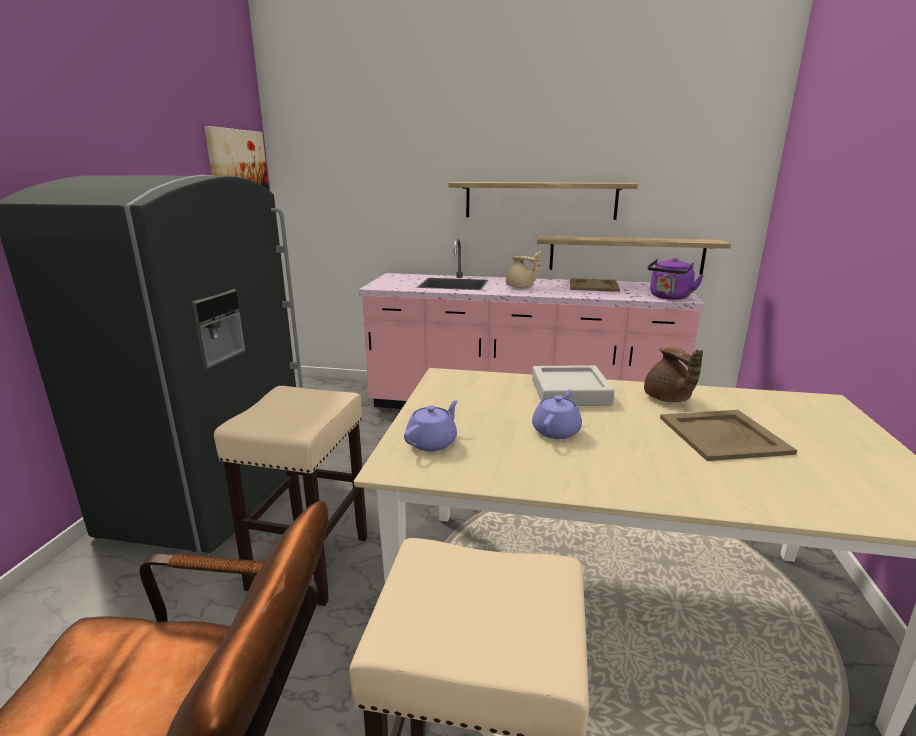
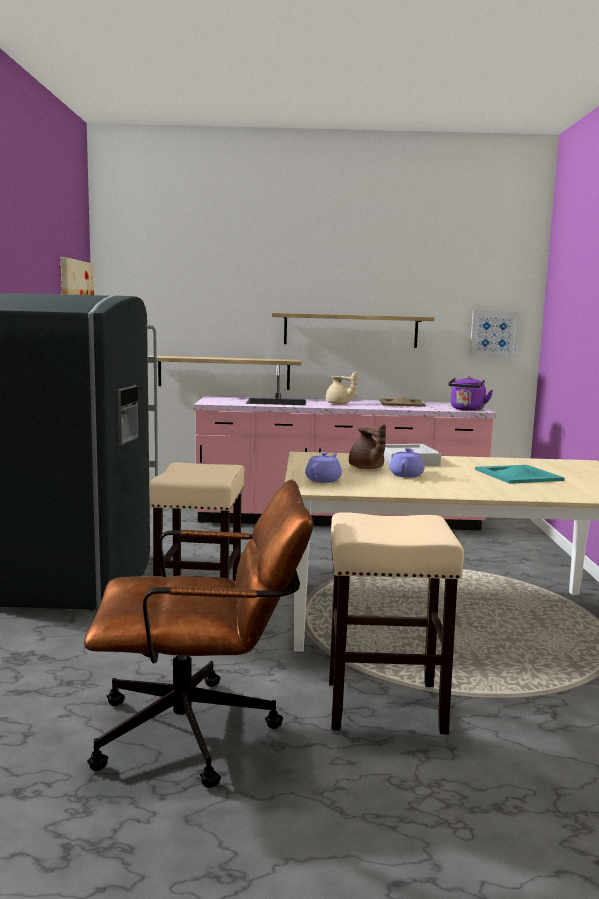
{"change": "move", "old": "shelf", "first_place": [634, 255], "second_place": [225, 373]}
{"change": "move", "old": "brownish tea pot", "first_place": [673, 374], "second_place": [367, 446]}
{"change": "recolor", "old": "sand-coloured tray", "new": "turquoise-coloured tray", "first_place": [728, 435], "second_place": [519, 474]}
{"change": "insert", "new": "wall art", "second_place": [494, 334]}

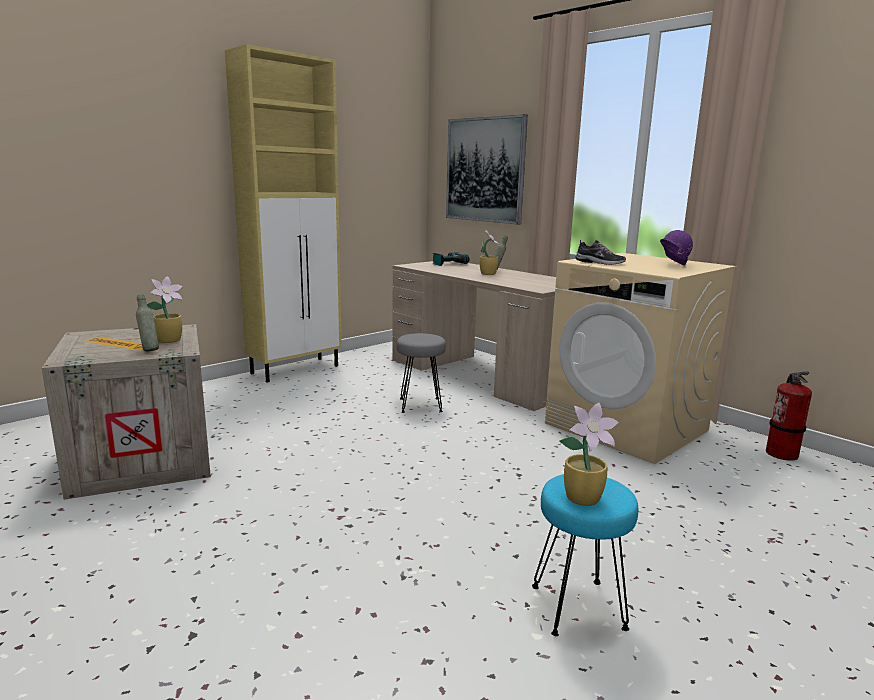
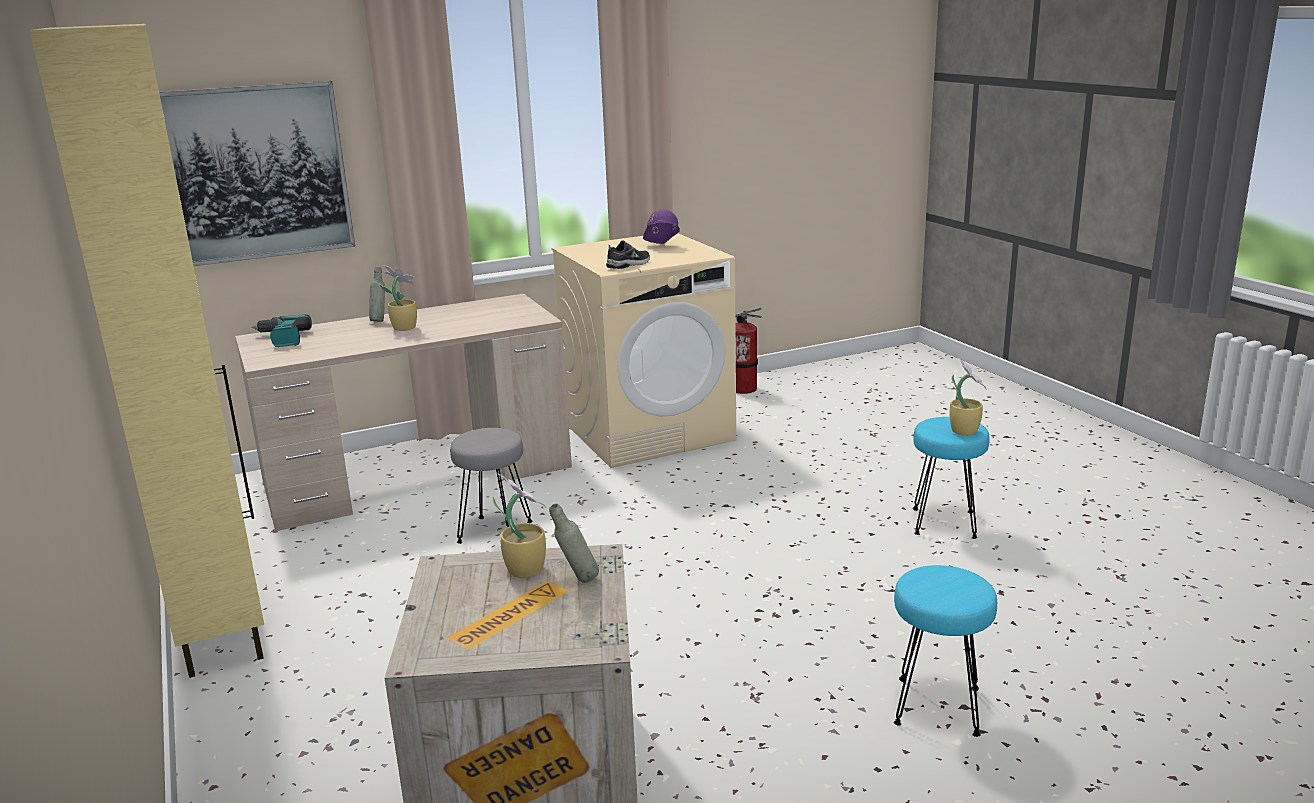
{"change": "insert", "new": "turquoise-coloured stool seat", "second_place": [945, 651]}

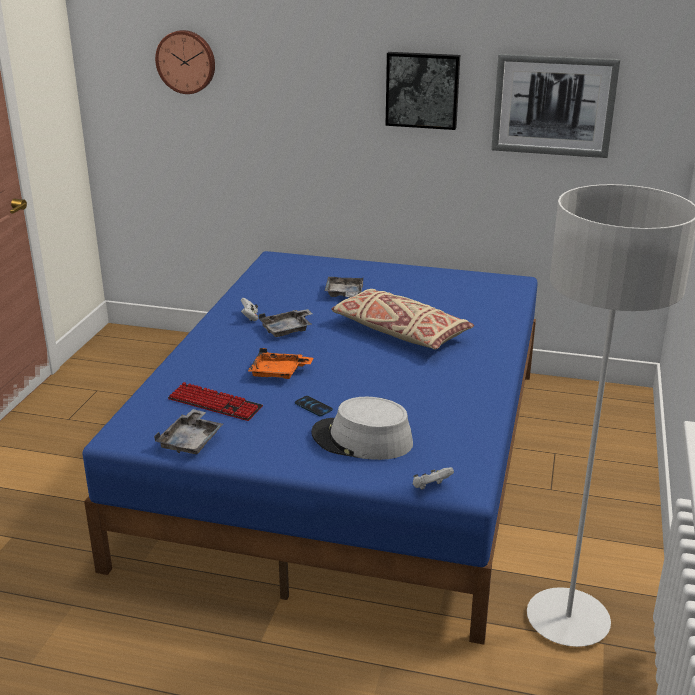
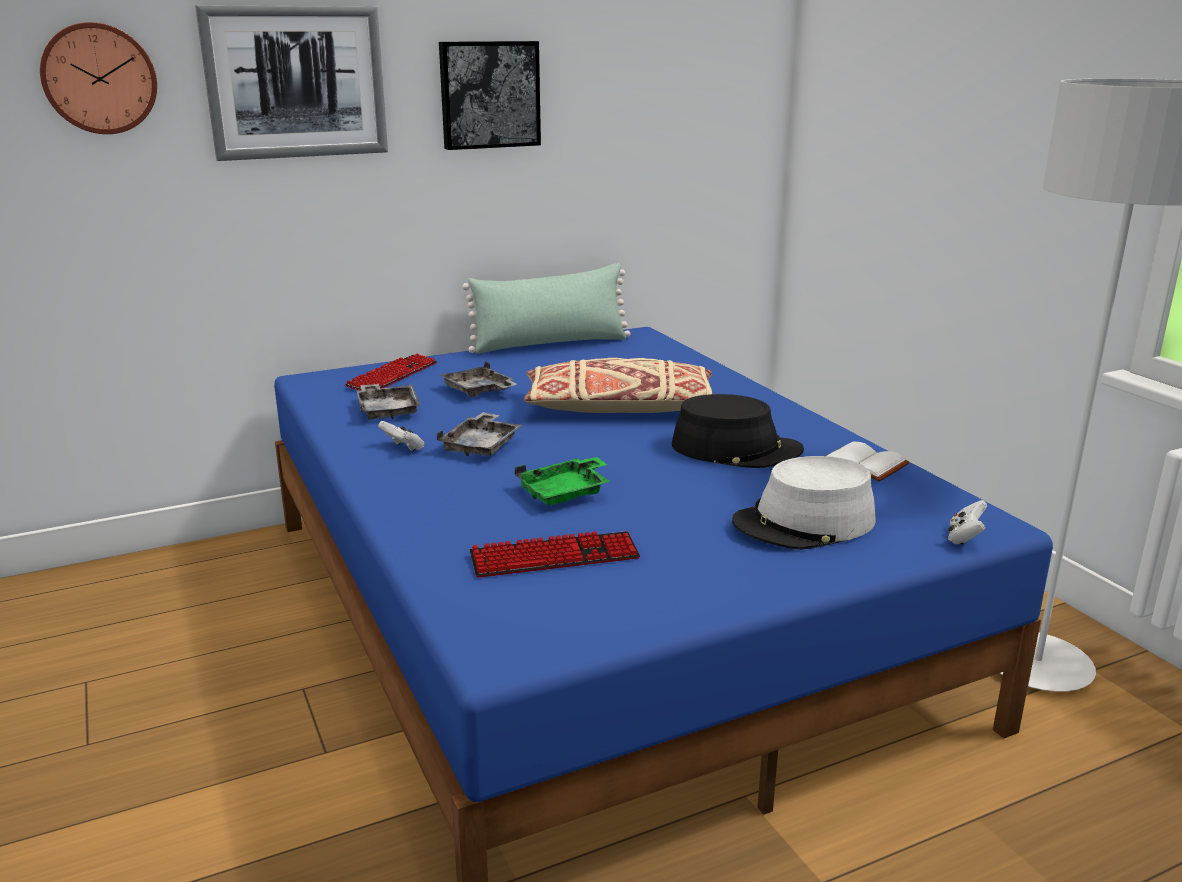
{"change": "move", "old": "wall art", "first_place": [555, 106], "second_place": [291, 83]}
{"change": "recolor", "old": "orange-coloured tray", "new": "green tray", "first_place": [280, 363], "second_place": [563, 481]}
{"change": "delete", "old": "phone", "first_place": [314, 406]}
{"change": "move", "old": "gray tray", "first_place": [188, 431], "second_place": [389, 401]}
{"change": "insert", "new": "green pillow", "second_place": [546, 308]}
{"change": "insert", "new": "PC keyboard", "second_place": [391, 372]}
{"change": "insert", "new": "black-coloured hat", "second_place": [738, 431]}
{"change": "insert", "new": "white-coloured book", "second_place": [867, 461]}

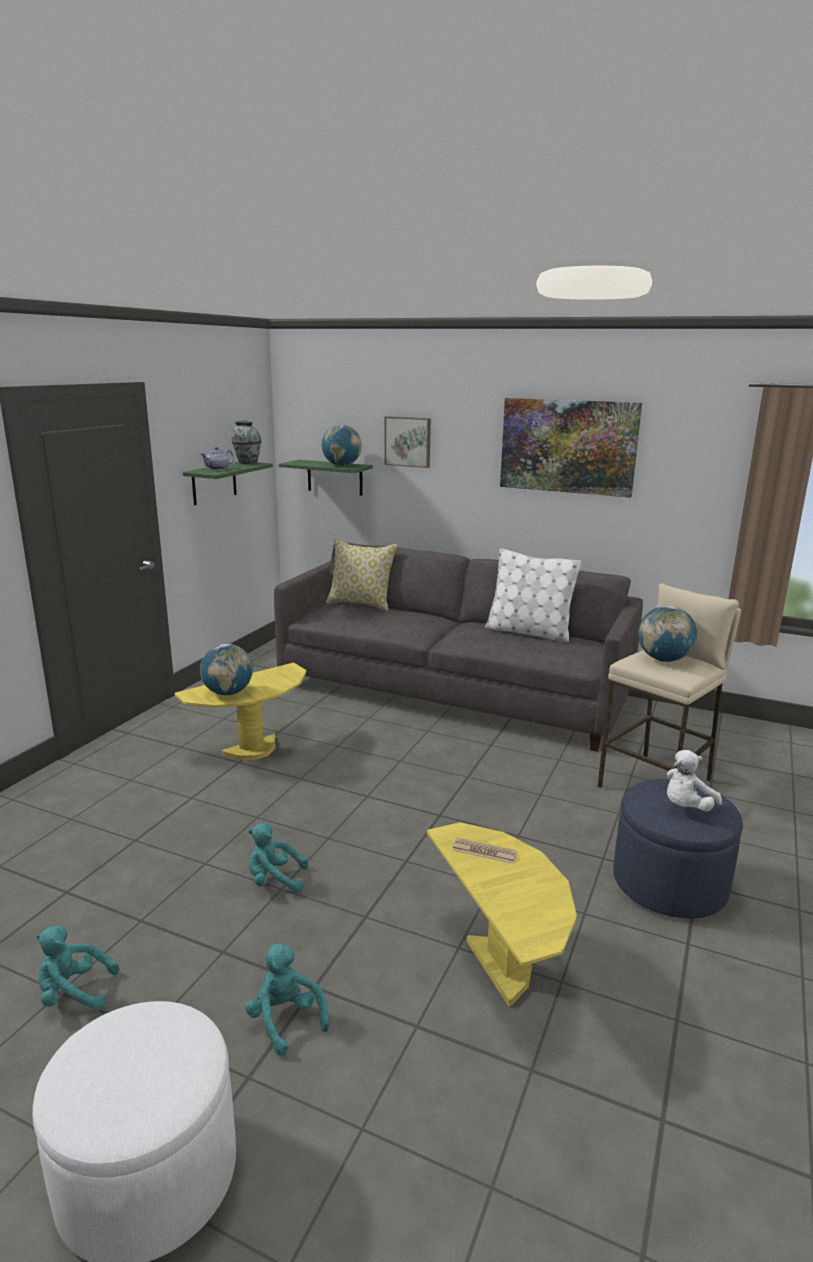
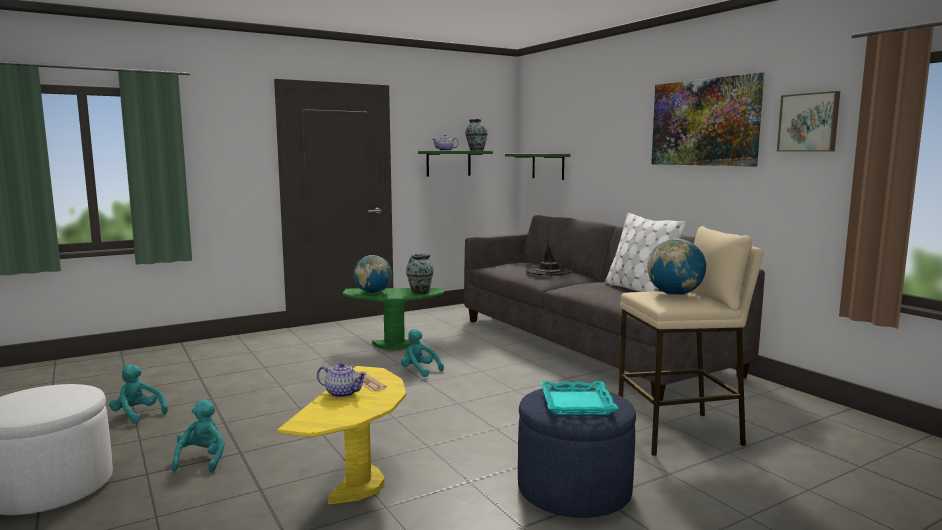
{"change": "move", "old": "wall art", "first_place": [407, 442], "second_place": [808, 121]}
{"change": "delete", "old": "world globe", "first_place": [342, 445]}
{"change": "delete", "old": "pillow", "first_place": [362, 574]}
{"change": "recolor", "old": "yellowish side table", "new": "green side table", "first_place": [240, 711], "second_place": [393, 319]}
{"change": "replace", "old": "white-coloured plush toy", "new": "turquoise-coloured tray", "first_place": [694, 780], "second_place": [580, 398]}
{"change": "move", "old": "turquoise-coloured plush toy", "first_place": [278, 858], "second_place": [422, 353]}
{"change": "insert", "new": "black-coloured hat", "second_place": [549, 259]}
{"change": "insert", "new": "decorative vase", "second_place": [420, 274]}
{"change": "insert", "new": "tea pot", "second_place": [342, 380]}

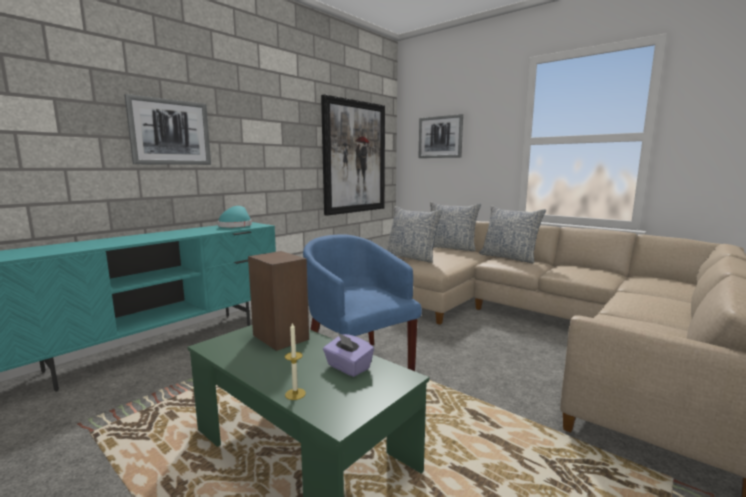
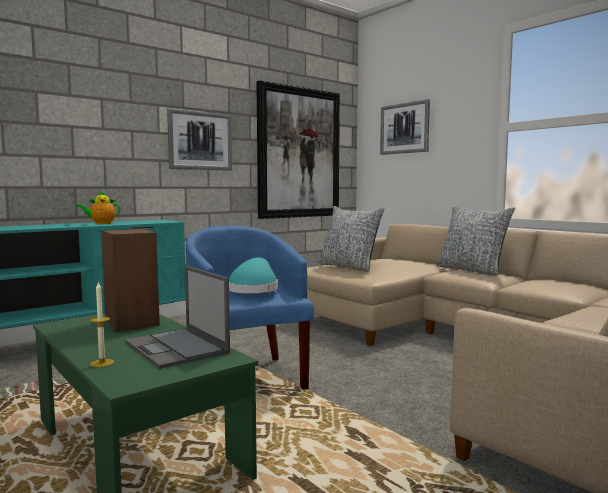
{"change": "move", "old": "wall art", "first_place": [167, 129], "second_place": [199, 139]}
{"change": "delete", "old": "pillow", "first_place": [455, 226]}
{"change": "move", "old": "turquoise-coloured hat", "first_place": [235, 216], "second_place": [253, 275]}
{"change": "replace", "old": "purple-coloured box of tissues", "new": "laptop", "first_place": [348, 355], "second_place": [177, 317]}
{"change": "insert", "new": "tea pot", "second_place": [98, 207]}

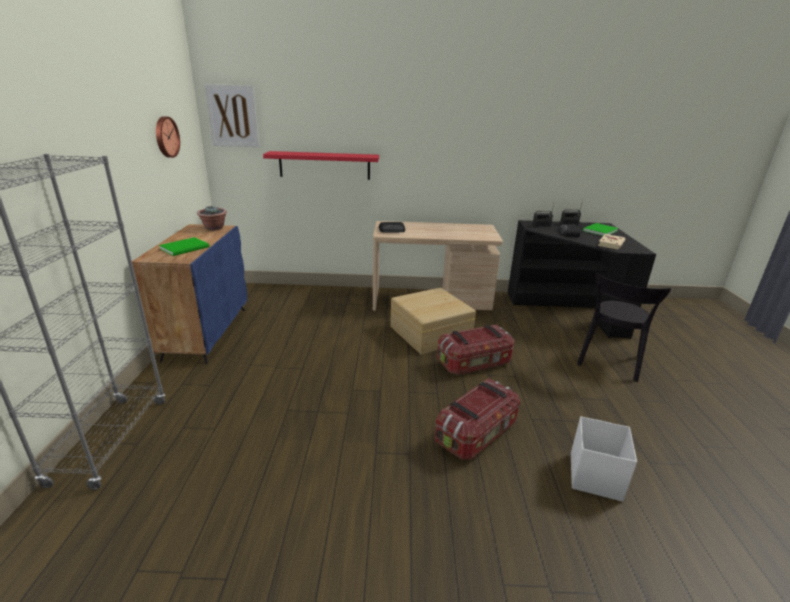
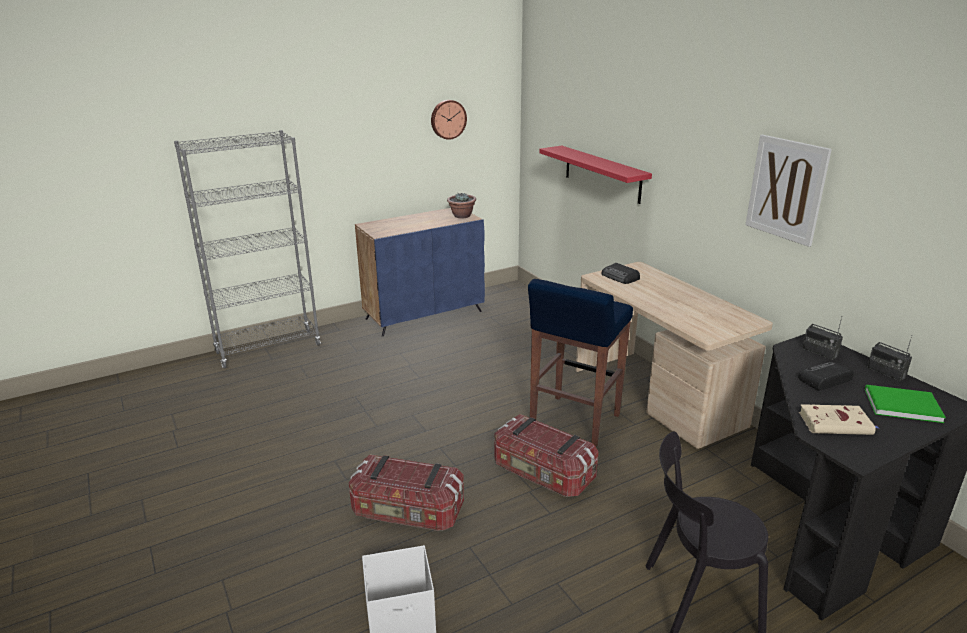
{"change": "move", "old": "wall art", "first_place": [231, 115], "second_place": [789, 190]}
{"change": "delete", "old": "green book", "first_place": [184, 246]}
{"change": "replace", "old": "sand-coloured storage container", "new": "bluish stool seat", "first_place": [433, 321], "second_place": [580, 363]}

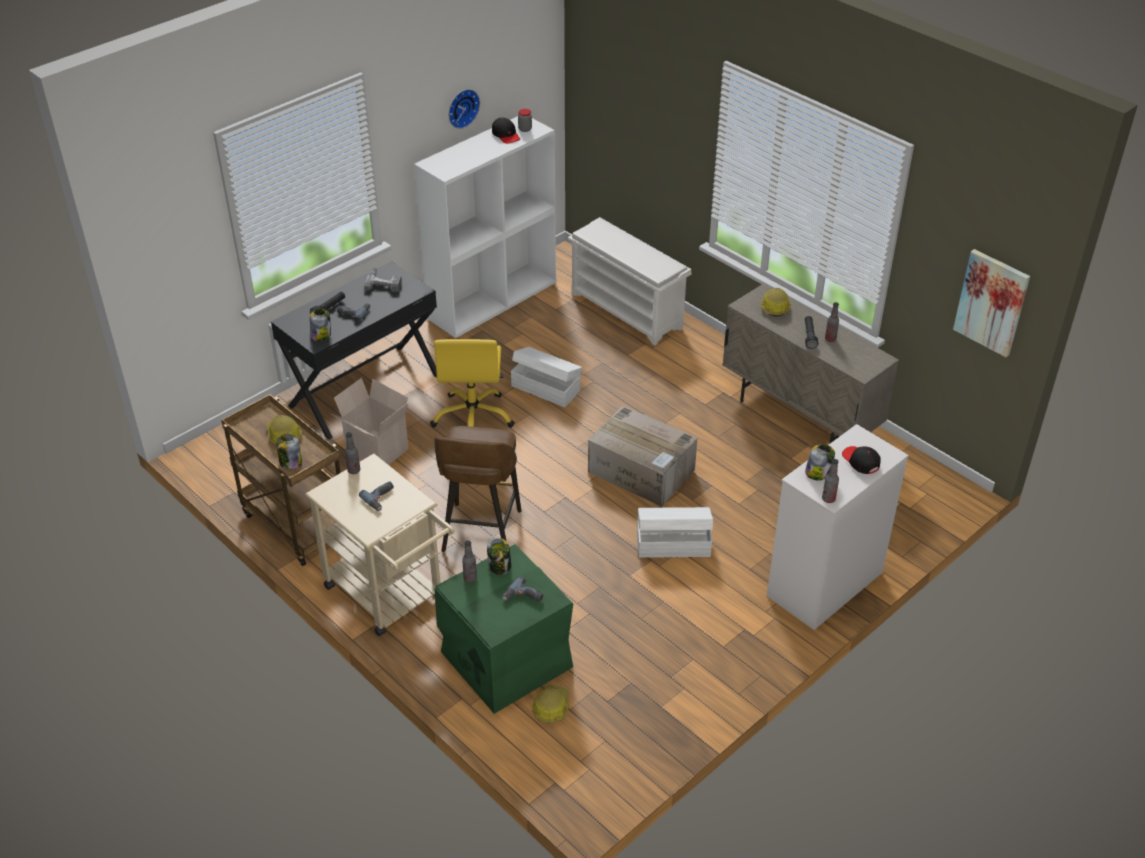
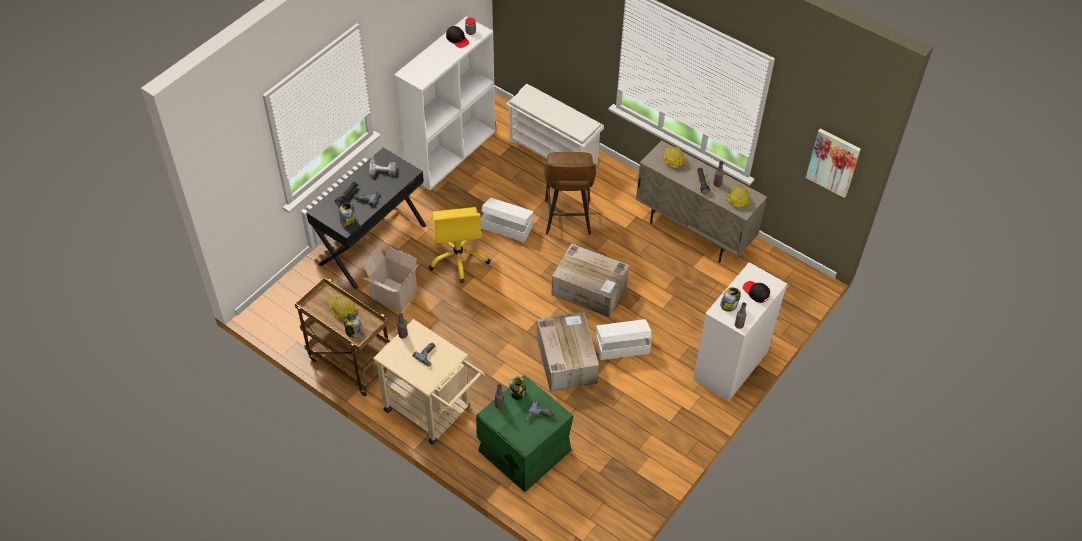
{"change": "delete", "old": "clock on the wall", "first_place": [464, 109]}
{"change": "move", "old": "brownish stool seat", "first_place": [478, 489], "second_place": [570, 193]}
{"change": "move", "old": "hard hat", "first_place": [550, 704], "second_place": [739, 197]}
{"change": "insert", "new": "packing box", "second_place": [568, 352]}

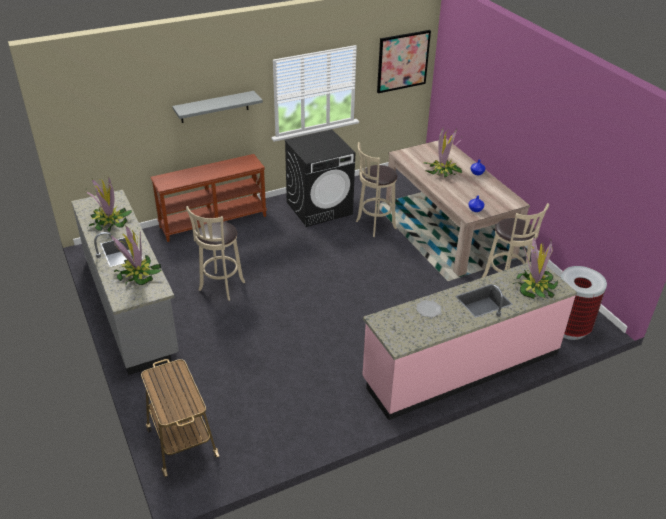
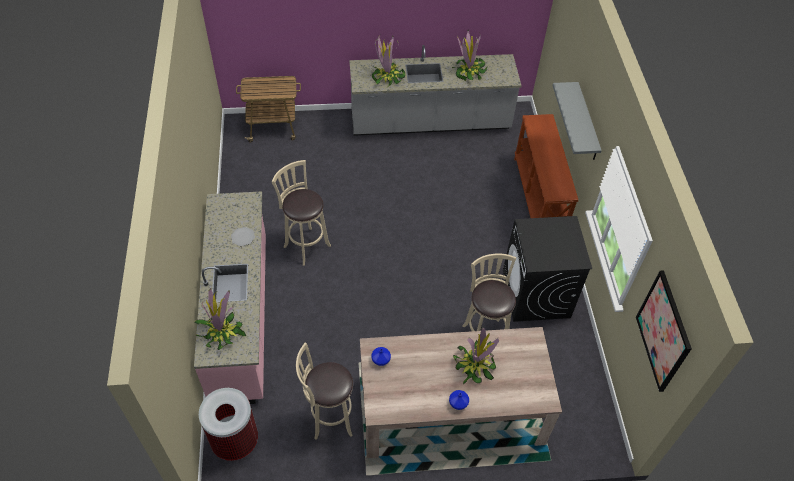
{"change": "move", "old": "sand-coloured stool seat", "first_place": [215, 253], "second_place": [301, 213]}

